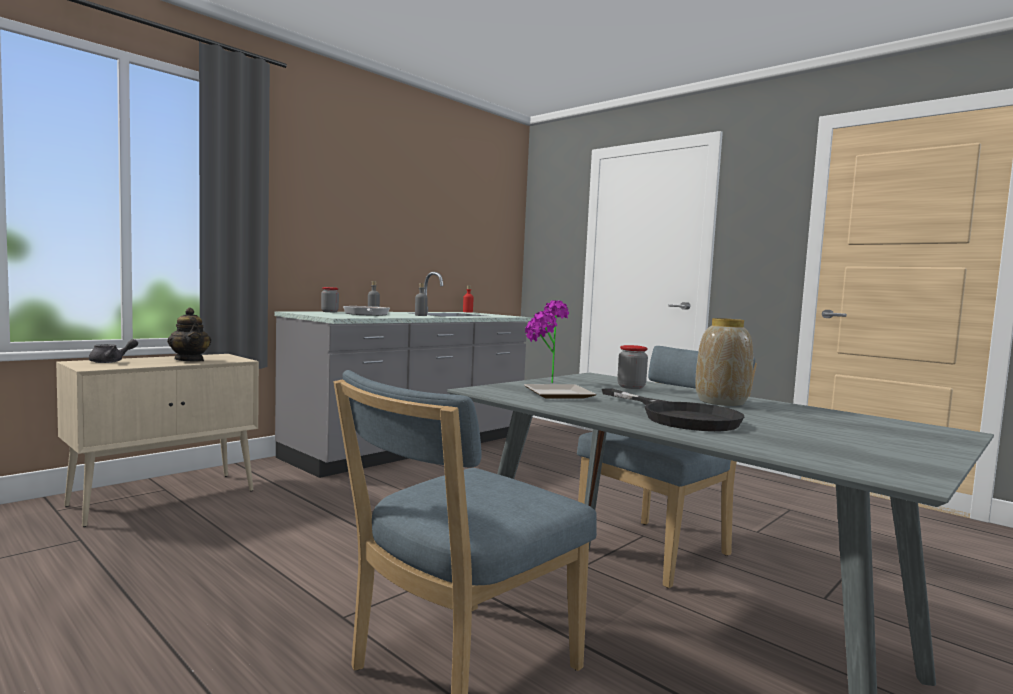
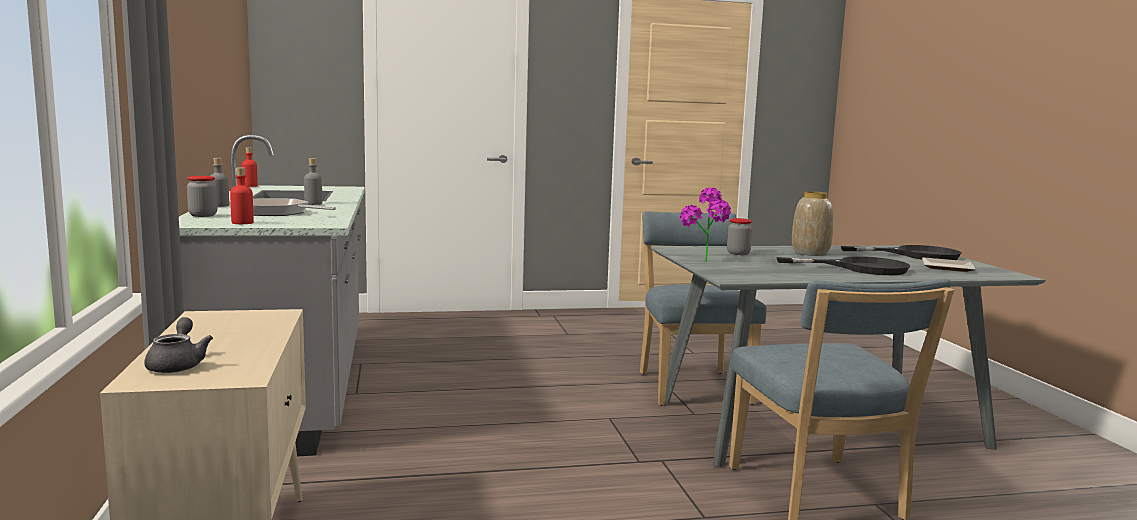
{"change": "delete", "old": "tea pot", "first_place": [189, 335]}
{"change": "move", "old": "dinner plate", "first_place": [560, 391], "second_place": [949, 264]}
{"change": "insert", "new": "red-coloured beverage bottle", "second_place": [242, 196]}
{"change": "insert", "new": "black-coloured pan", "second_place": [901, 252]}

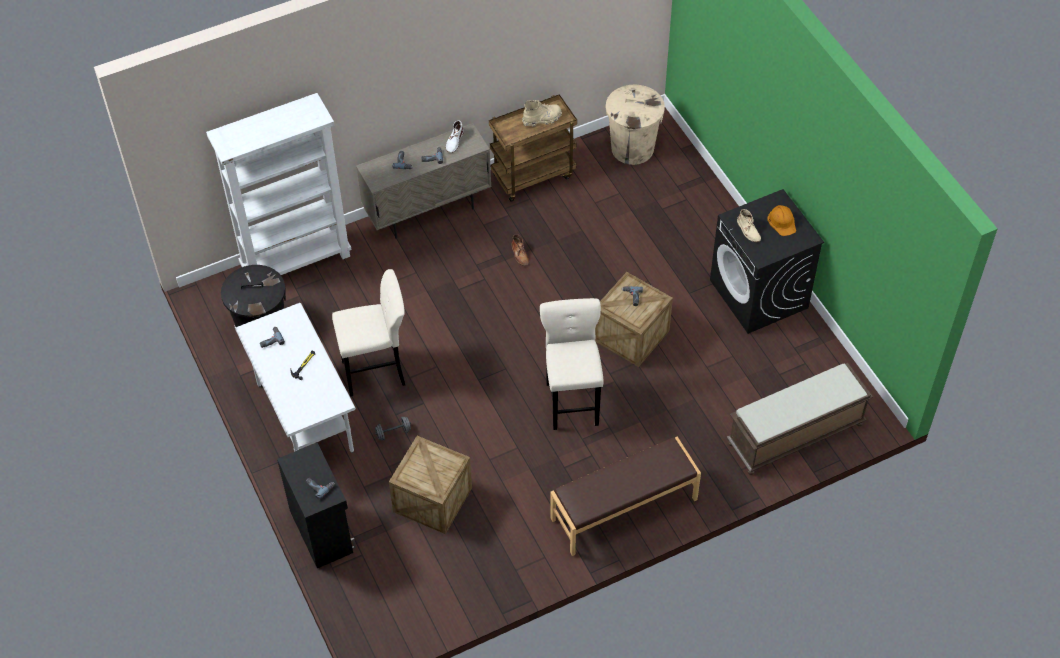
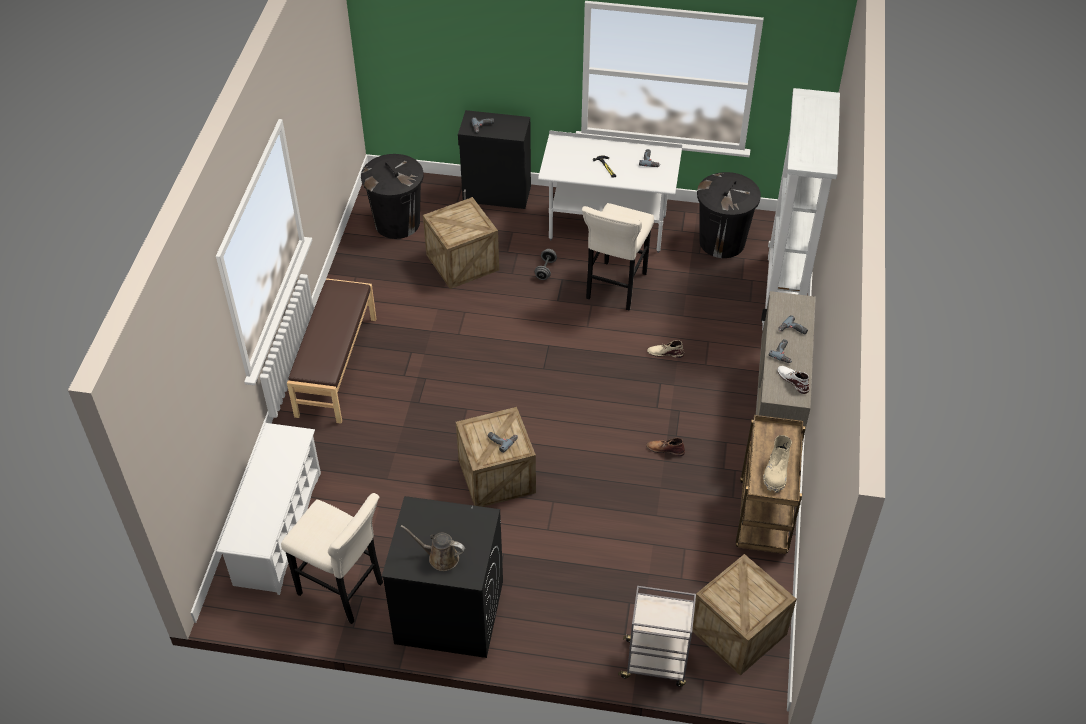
{"change": "replace", "old": "sand-coloured rubbish bin", "new": "shipping crate", "first_place": [635, 125], "second_place": [744, 615]}
{"change": "replace", "old": "orange-coloured hard hat", "new": "brownish watering can", "first_place": [781, 220], "second_place": [433, 548]}
{"change": "move", "old": "sand-coloured boot", "first_place": [749, 225], "second_place": [665, 349]}
{"change": "move", "old": "sand-coloured stool seat", "first_place": [572, 364], "second_place": [332, 558]}
{"change": "replace", "old": "brownish indoor bench", "new": "white-coloured shoe stand", "first_place": [799, 419], "second_place": [268, 509]}
{"change": "insert", "new": "black-coloured rubbish bin", "second_place": [392, 196]}
{"change": "insert", "new": "gray trolley", "second_place": [657, 636]}

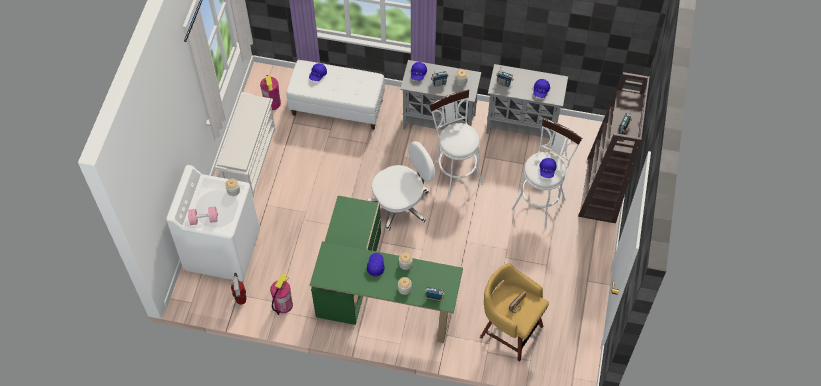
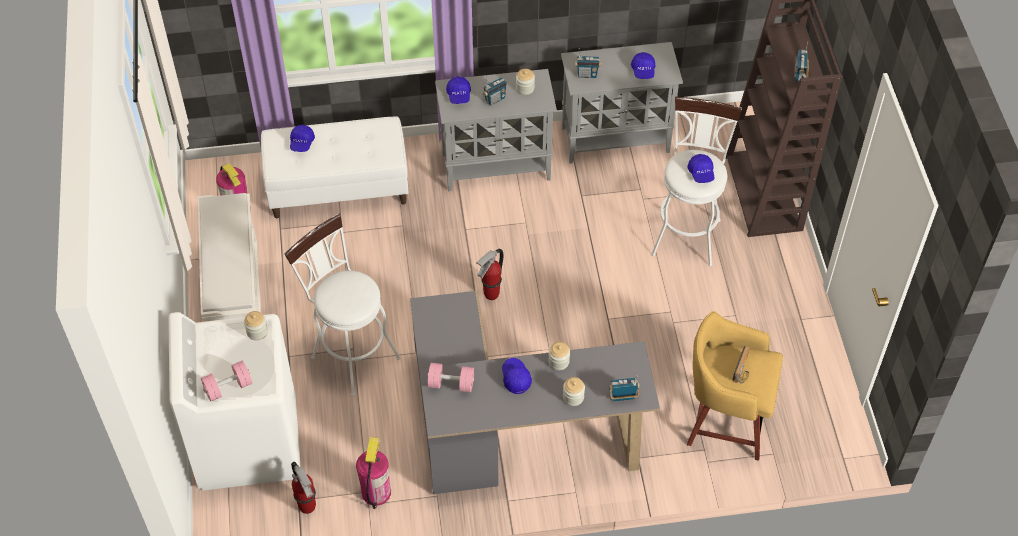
{"change": "move", "old": "white-coloured stool seat", "first_place": [456, 143], "second_place": [342, 304]}
{"change": "replace", "old": "white-coloured computer chair", "new": "fire extinguisher", "first_place": [401, 186], "second_place": [489, 274]}
{"change": "recolor", "old": "green desk unit", "new": "gray desk unit", "first_place": [386, 269], "second_place": [535, 392]}
{"change": "insert", "new": "pink-coloured free weight", "second_place": [451, 377]}

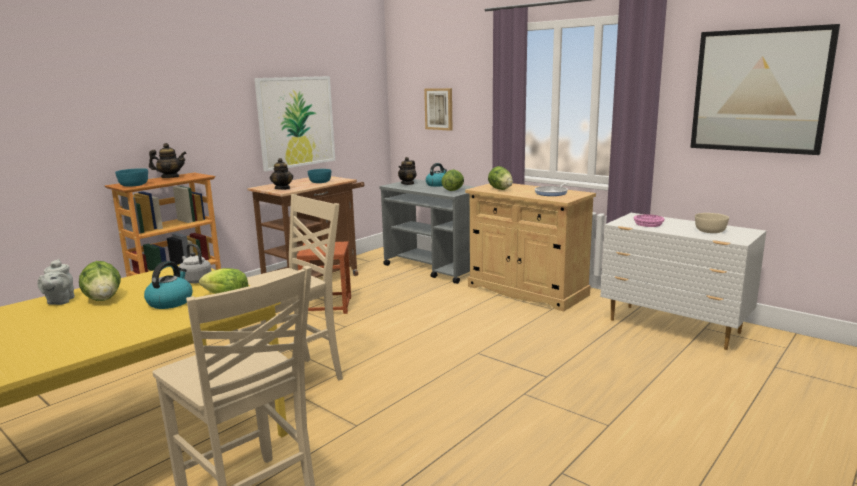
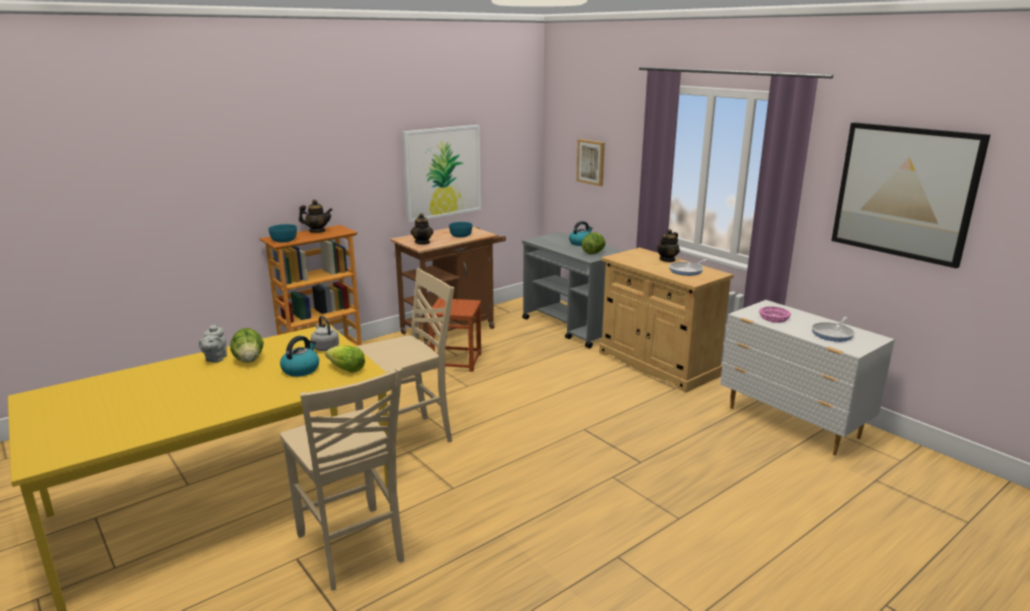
{"change": "move", "old": "tea pot", "first_place": [407, 171], "second_place": [668, 245]}
{"change": "delete", "old": "lettuce head", "first_place": [500, 178]}
{"change": "replace", "old": "sand-coloured serving bowl", "new": "pan", "first_place": [712, 223], "second_place": [833, 329]}

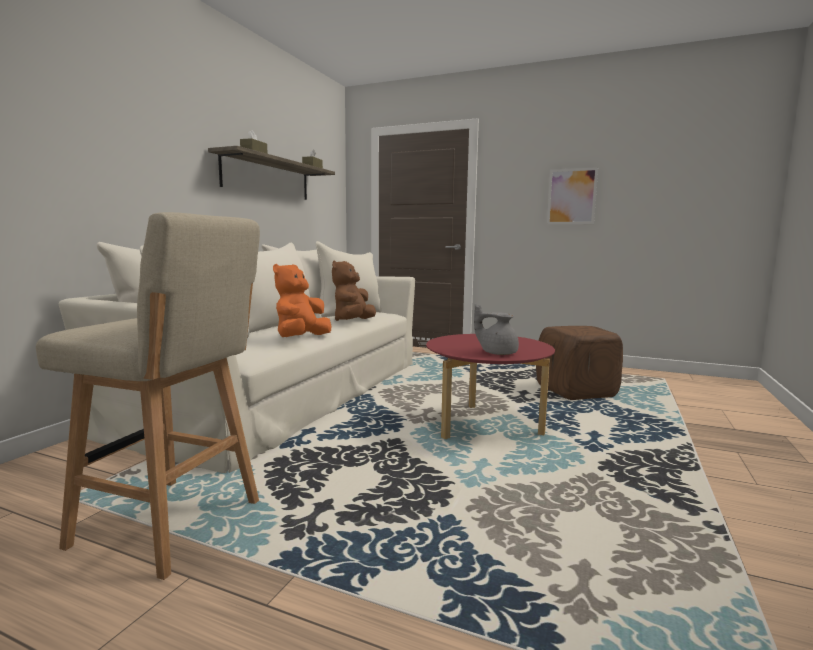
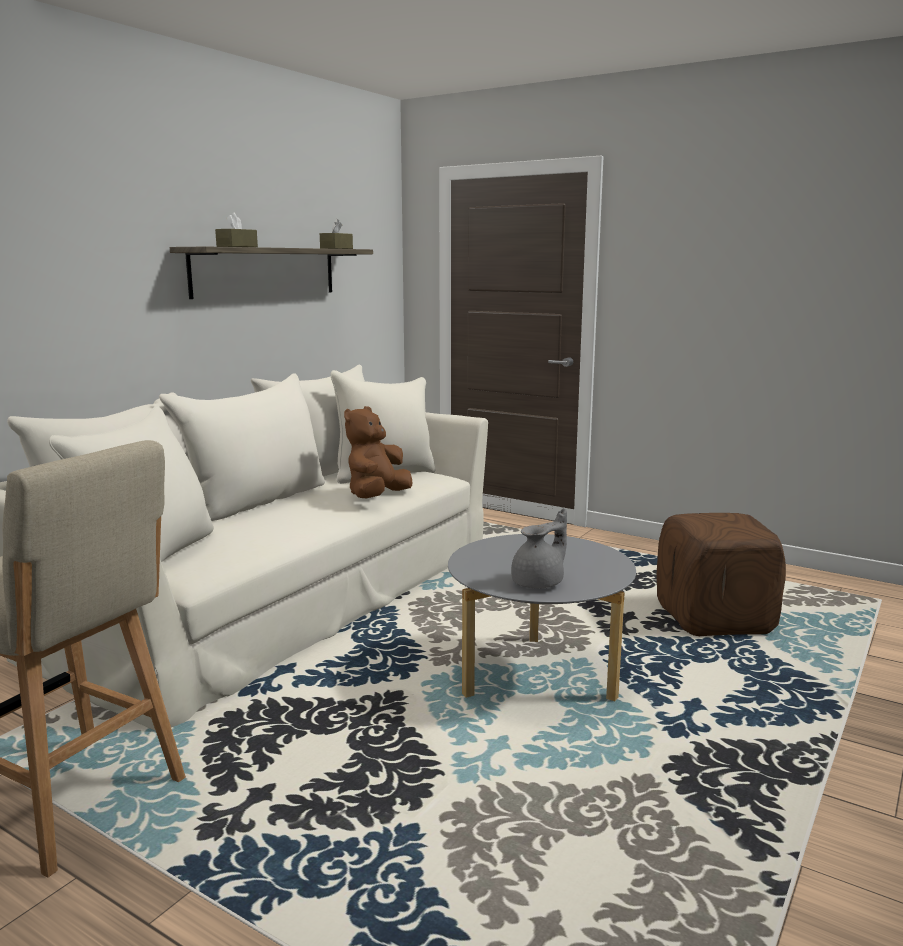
{"change": "delete", "old": "wall art", "first_place": [572, 195]}
{"change": "delete", "old": "orange-coloured plush toy", "first_place": [302, 300]}
{"change": "rotate", "old": "gray tea pot", "first_place": [496, 329], "second_place": [539, 548], "degrees": 105}
{"change": "recolor", "old": "red-coloured lounge table", "new": "gray lounge table", "first_place": [490, 386], "second_place": [542, 617]}

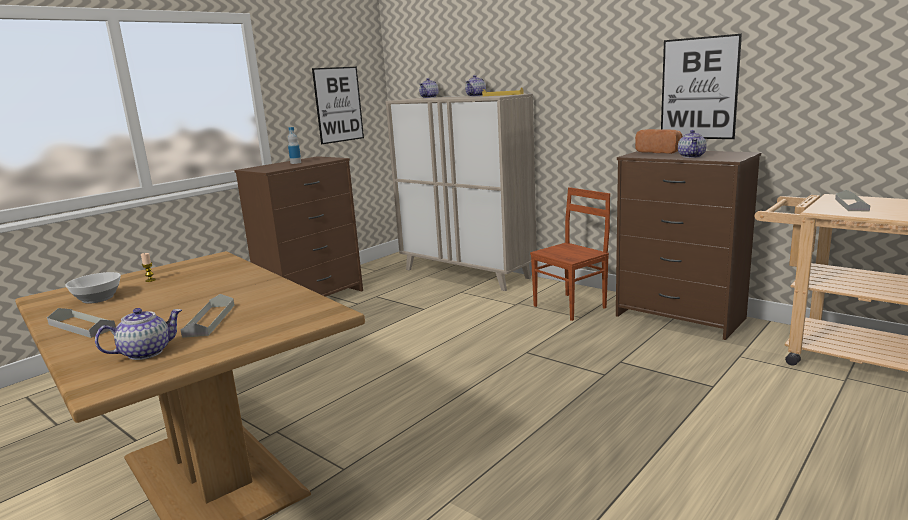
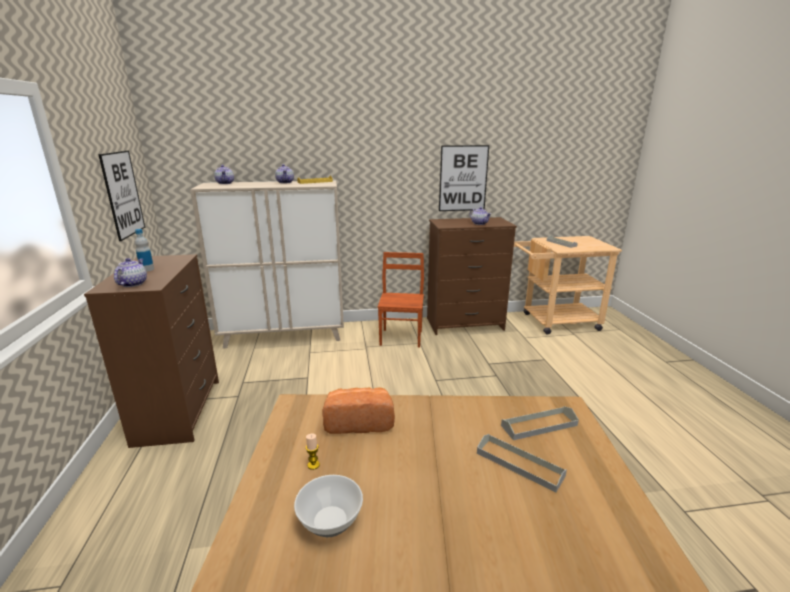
{"change": "move", "old": "bread", "first_place": [658, 141], "second_place": [358, 411]}
{"change": "move", "old": "gray tray", "first_place": [81, 323], "second_place": [540, 423]}
{"change": "move", "old": "tea pot", "first_place": [138, 334], "second_place": [130, 272]}

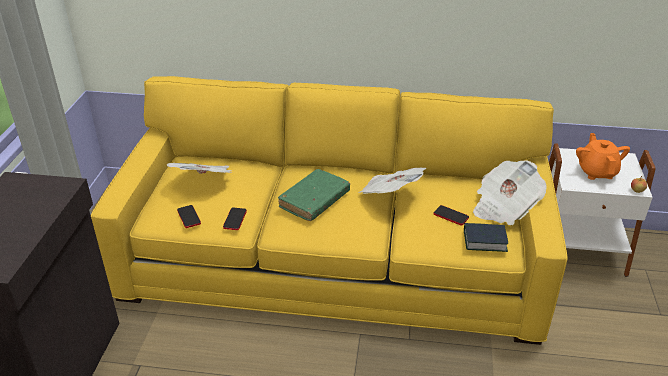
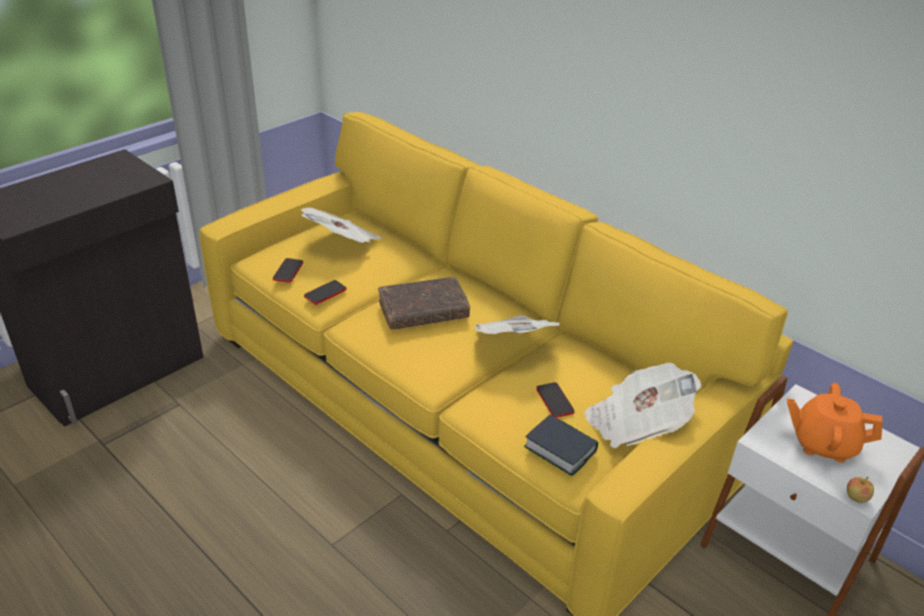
{"change": "rotate", "old": "orange-coloured tea pot", "first_place": [603, 156], "second_place": [834, 423], "degrees": -105}
{"change": "recolor", "old": "green book", "new": "brownish book", "first_place": [314, 195], "second_place": [424, 303]}

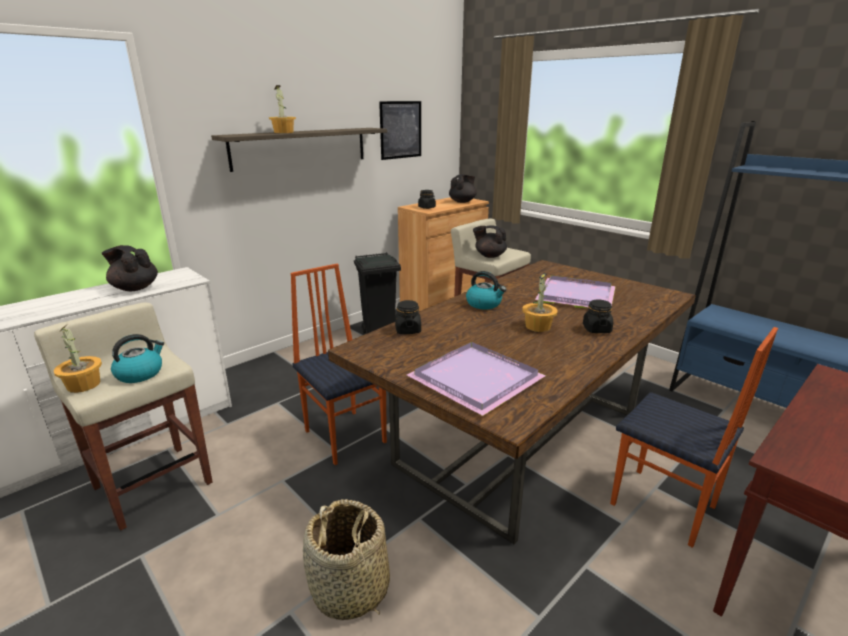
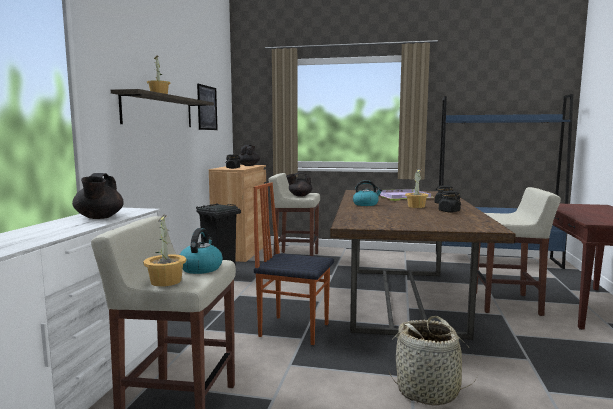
{"change": "rotate", "old": "black-coloured tea pot", "first_place": [129, 268], "second_place": [98, 196], "degrees": -90}
{"change": "move", "old": "black-coloured jar", "first_place": [408, 317], "second_place": [450, 201]}
{"change": "replace", "old": "upright chair", "new": "sand-coloured stool seat", "first_place": [694, 437], "second_place": [518, 251]}
{"change": "delete", "old": "purple-coloured tray", "first_place": [476, 379]}

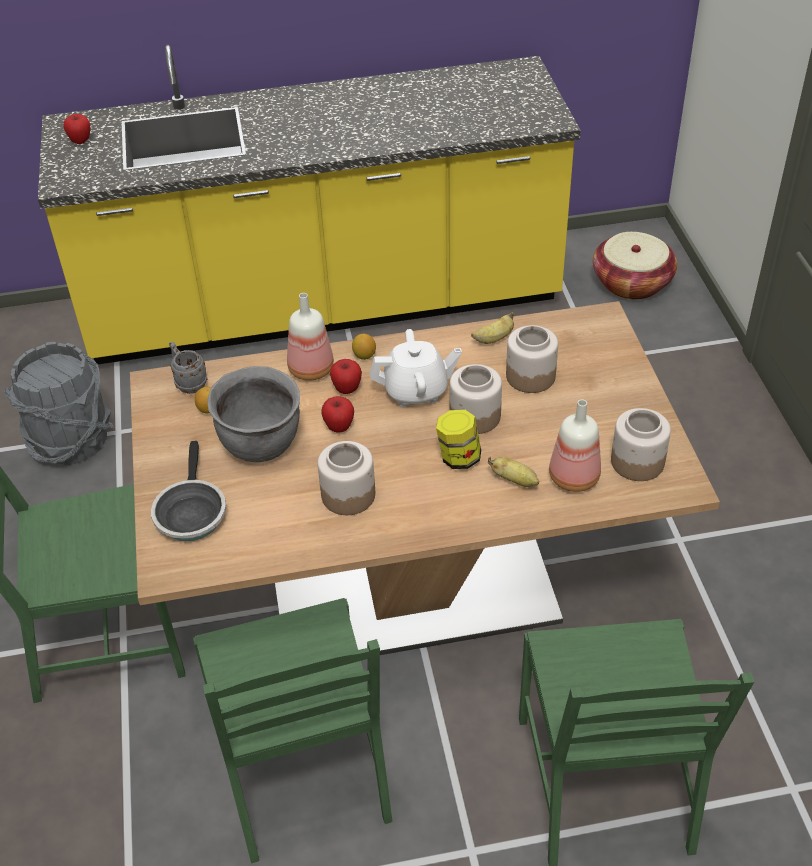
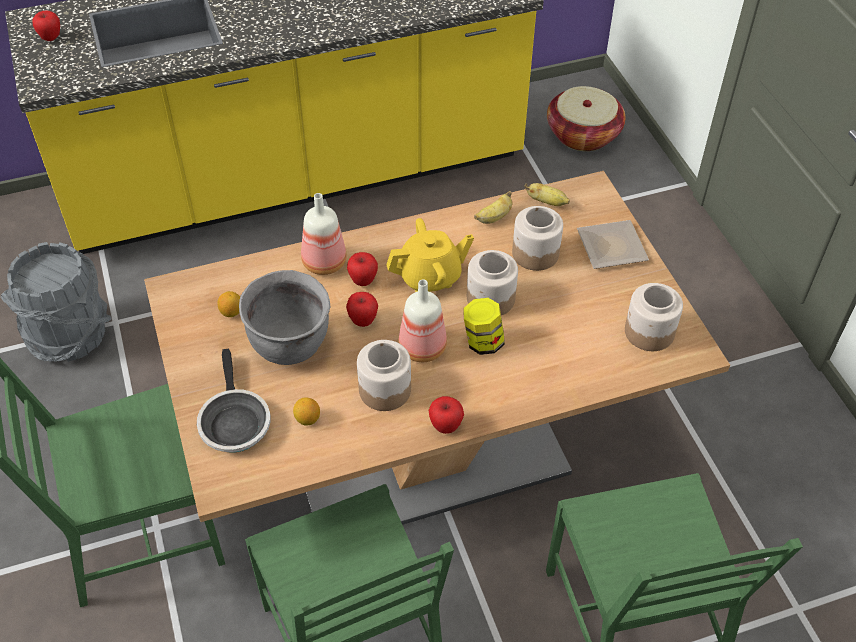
{"change": "recolor", "old": "white-coloured tea pot", "new": "yellowish tea pot", "first_place": [416, 368], "second_place": [430, 255]}
{"change": "move", "old": "whole lemon", "first_place": [364, 347], "second_place": [306, 411]}
{"change": "delete", "old": "gray coffee mug", "first_place": [188, 368]}
{"change": "move", "old": "beverage bottle", "first_place": [575, 445], "second_place": [423, 321]}
{"change": "move", "old": "whole banana", "first_place": [513, 472], "second_place": [547, 194]}
{"change": "insert", "new": "dinner plate", "second_place": [613, 244]}
{"change": "insert", "new": "whole apple", "second_place": [446, 415]}

